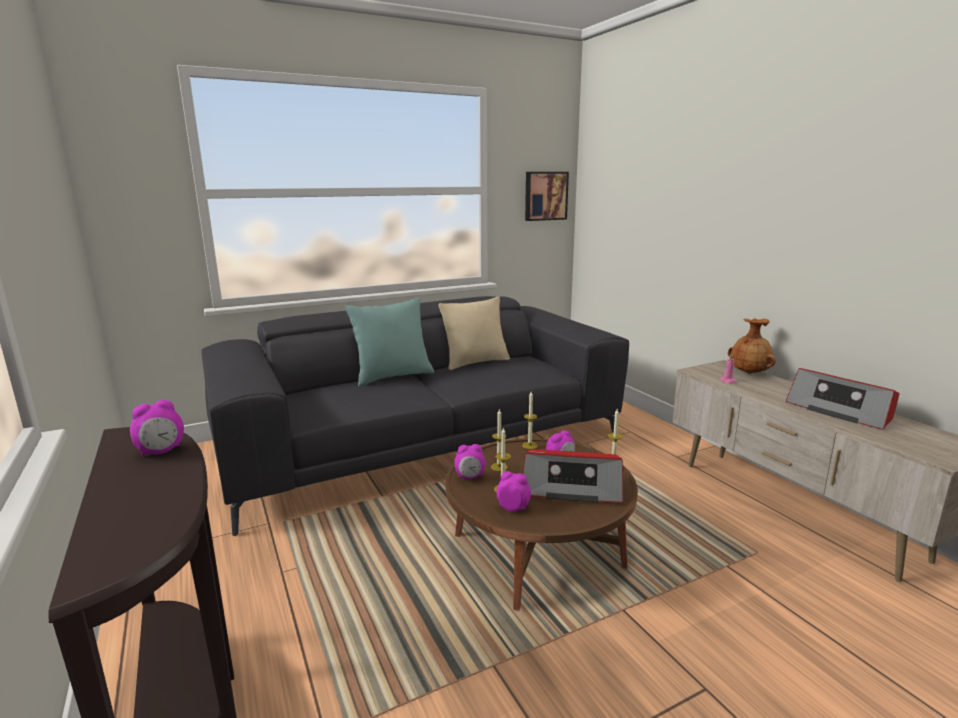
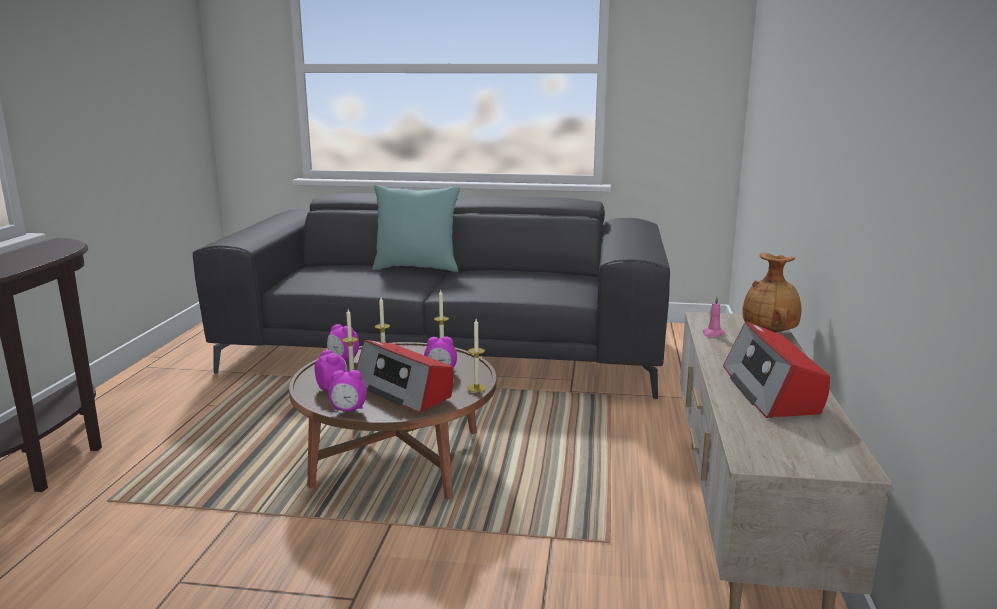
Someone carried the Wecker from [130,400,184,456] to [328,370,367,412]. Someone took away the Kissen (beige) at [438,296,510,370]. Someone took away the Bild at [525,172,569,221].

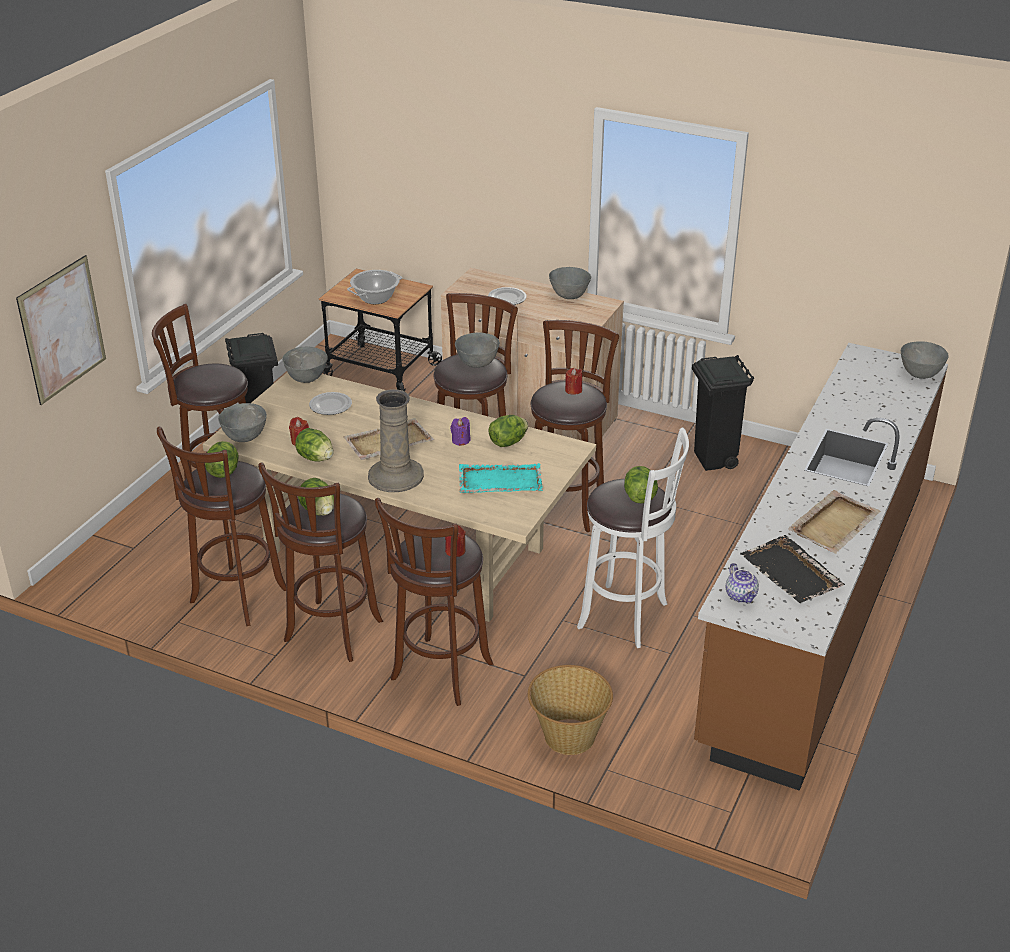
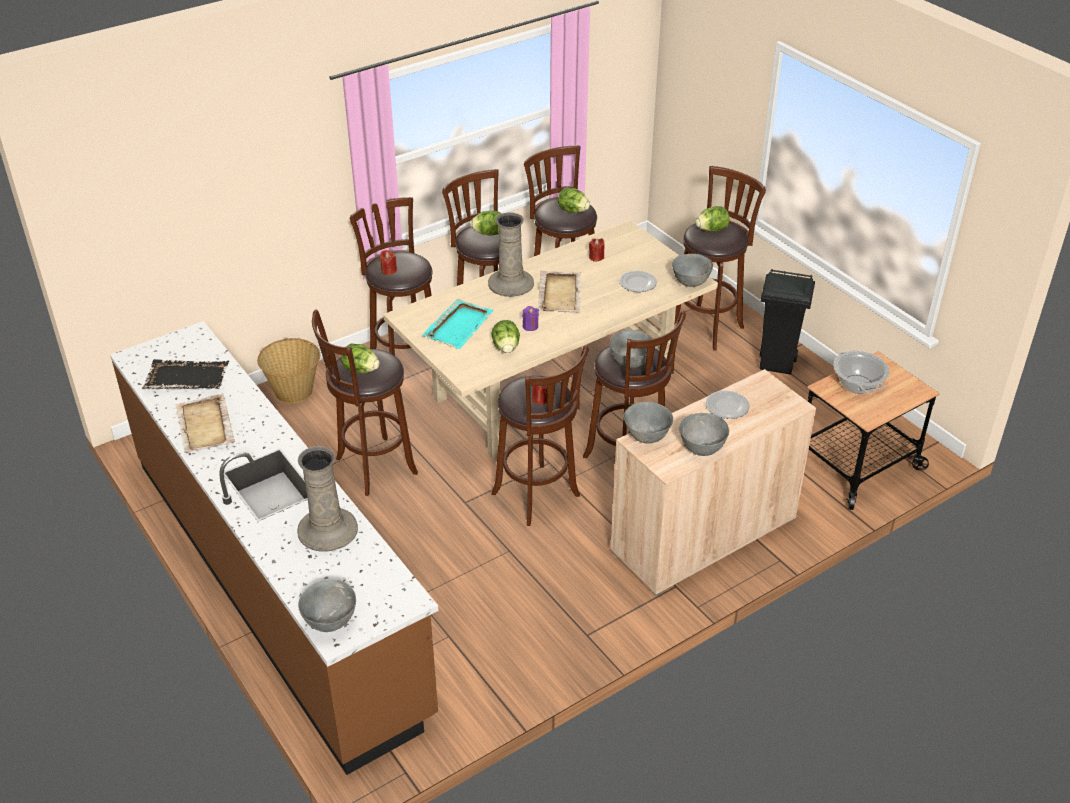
Someone took away the Bild at [16,255,106,405]. Someone carried the Schüssel (grau) from [218,403,267,442] to [624,402,673,444]. Someone carried the Salatkopf from [295,428,333,462] to [696,206,730,232]. Someone repainted the Hocker (weiß) at [577,427,689,648], which became the Hocker (braun) at [312,310,418,496]. Someone took away the Mülleimer (schwarz) at [692,355,754,471]. Someone took away the Teekanne at [726,563,759,603]. Someone put down the Vase (beige) at [297,446,358,552].

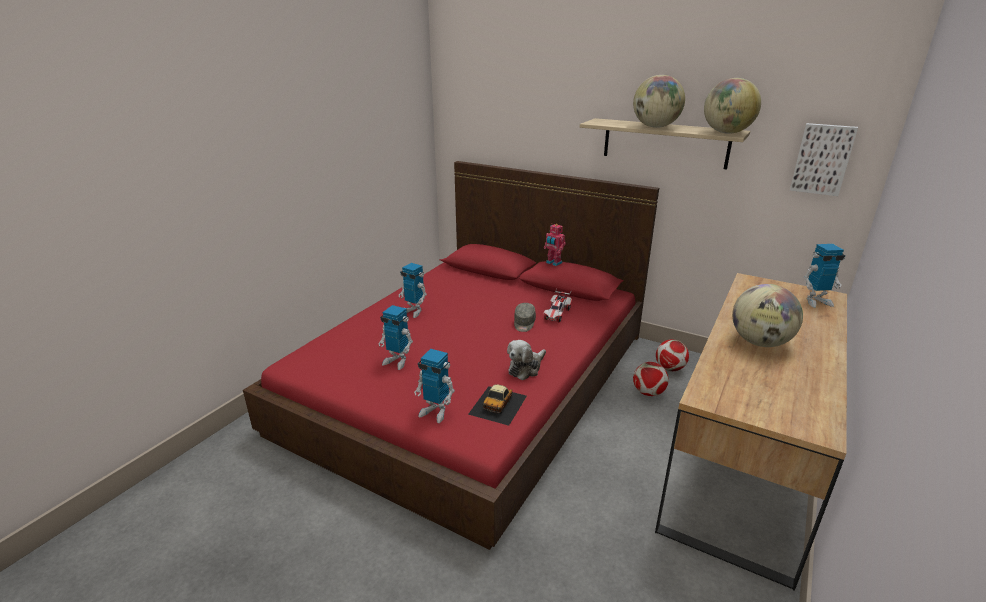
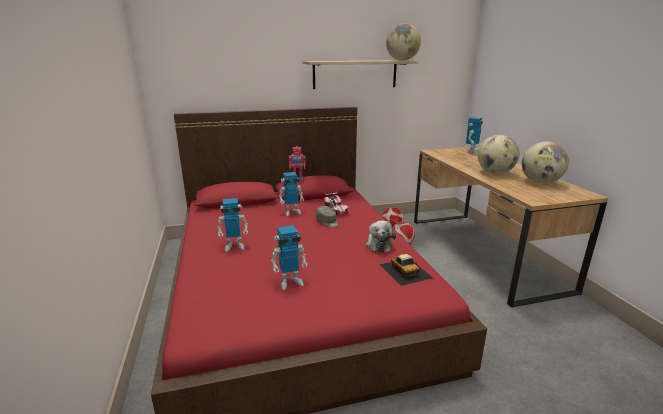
Someone carried the Spielzeugroboter from [414,349,455,423] to [279,172,304,216]. Someone carried the Globus from [633,75,685,128] to [522,141,569,183]. Someone took away the Bild at [790,123,858,196].

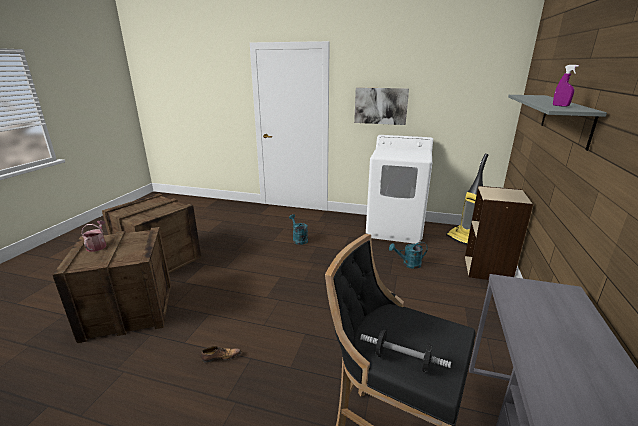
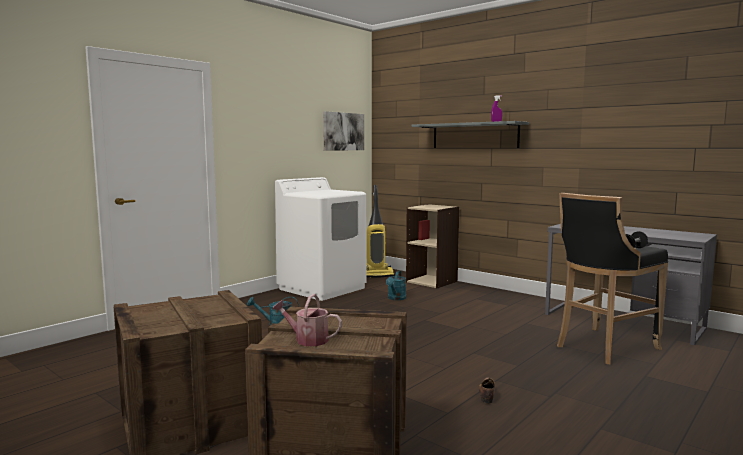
Someone carried the Bild from [354,87,409,125] to [323,111,364,150].

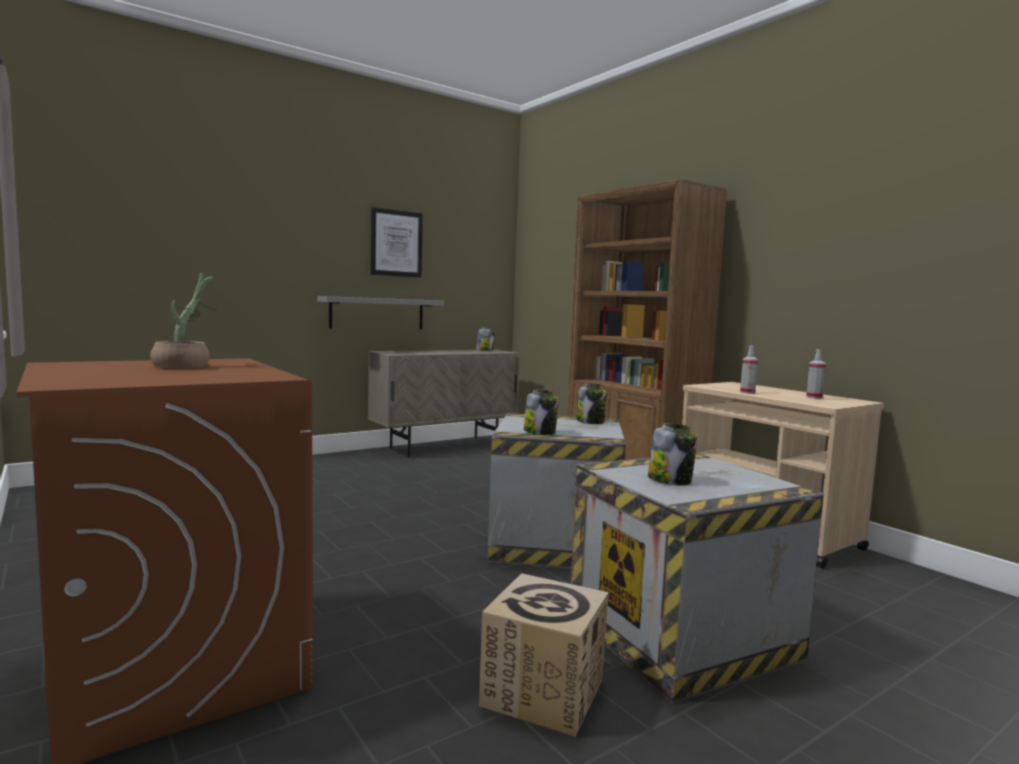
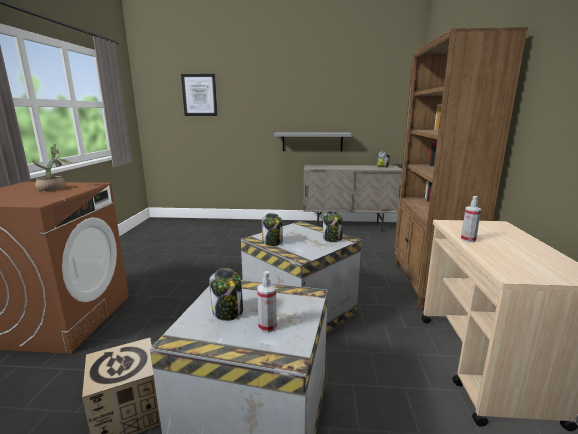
Someone carried the Bild from [371,207,423,278] to [181,74,217,116]. Someone carried the Sprühflasche from [806,349,826,399] to [257,271,277,333].

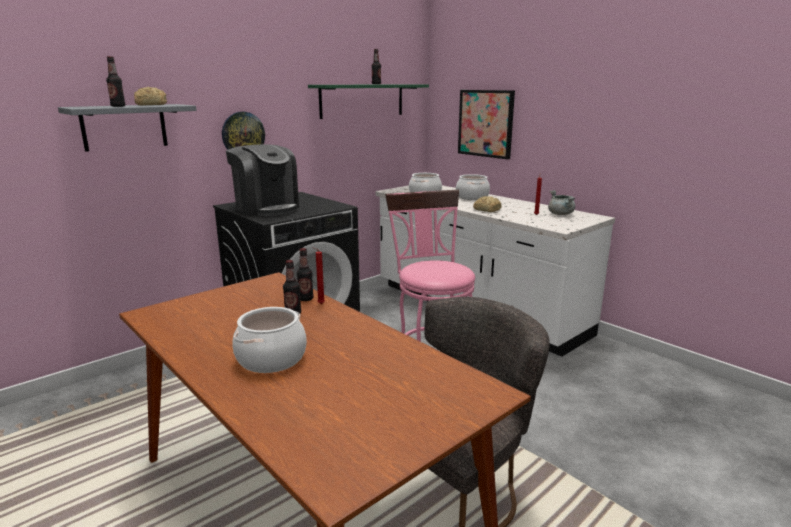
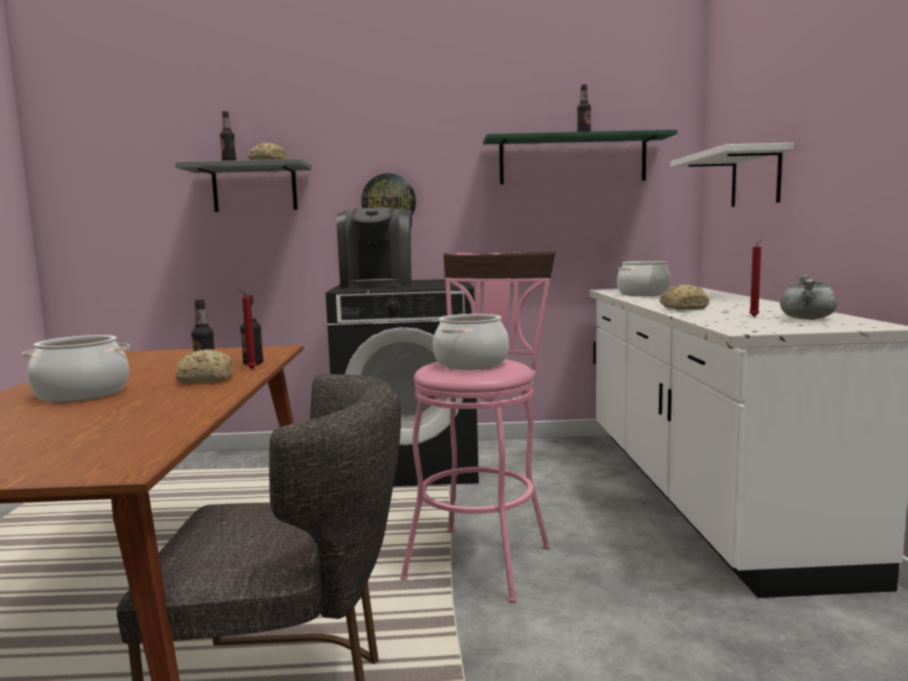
Someone carried the Kochtopf from [456,174,490,200] to [433,314,509,369]. Someone swapped the Bild at [458,90,515,159] for the Wandregal (weiß) at [670,143,794,207]. Someone put down the Brot at [176,349,233,384].

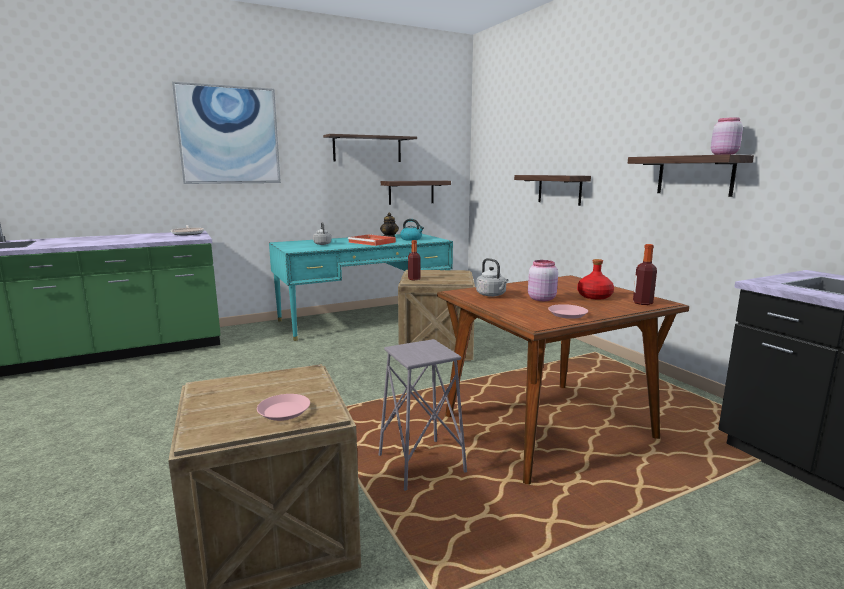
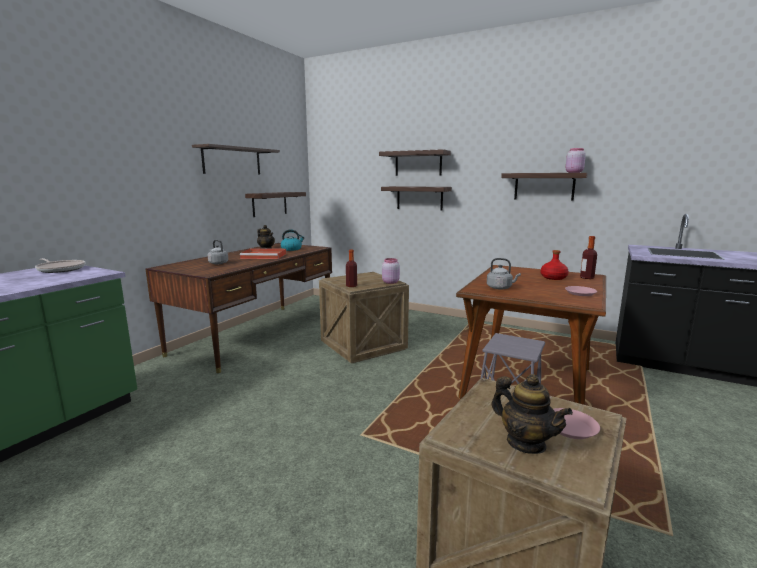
Someone took away the Bild at [172,82,281,184]. Someone repainted the Schreibtisch (türkis) at [269,234,453,341], which became the Schreibtisch (braun) at [146,243,332,373]. Someone carried the Vorratsglas (rosa) from [528,260,558,301] to [382,258,400,284]. Someone put up the Wandregal at [379,149,451,176]. Someone put down the Teekanne at [491,374,573,454].

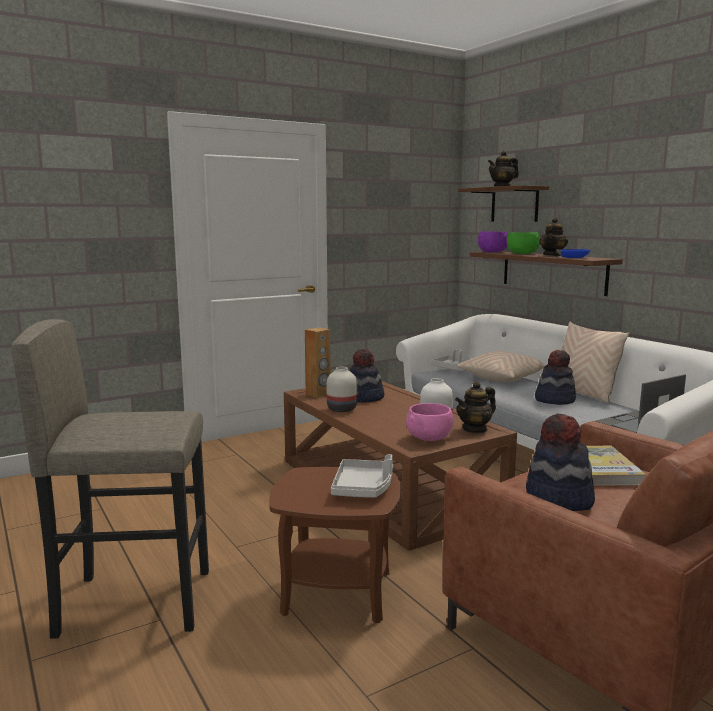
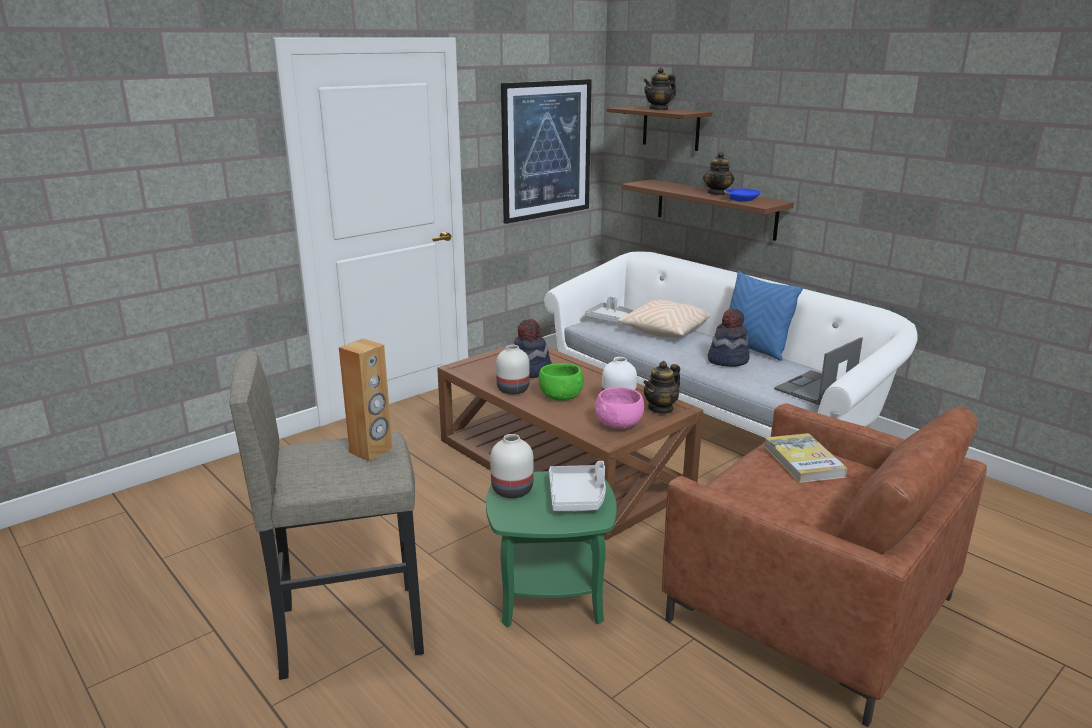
Someone repainted the Beistelltisch (braun) at [269,467,401,623], which became the Beistelltisch (grün) at [486,471,617,627]. Someone carried the Lautsprecher (braun) from [305,327,331,398] to [339,339,393,461]. Someone took away the Schüssel (lila) at [478,231,508,252]. Someone carried the Schüssel (grün) from [507,232,540,254] to [538,363,584,401]. Someone took away the Hut at [526,413,595,511]. Someone repainted the Kissen (beige) at [562,322,630,403], which became the Kissen (blau) at [729,271,803,361]. Someone put down the Vase (weiß) at [490,434,534,498]. Someone put up the Bild at [501,79,592,224].

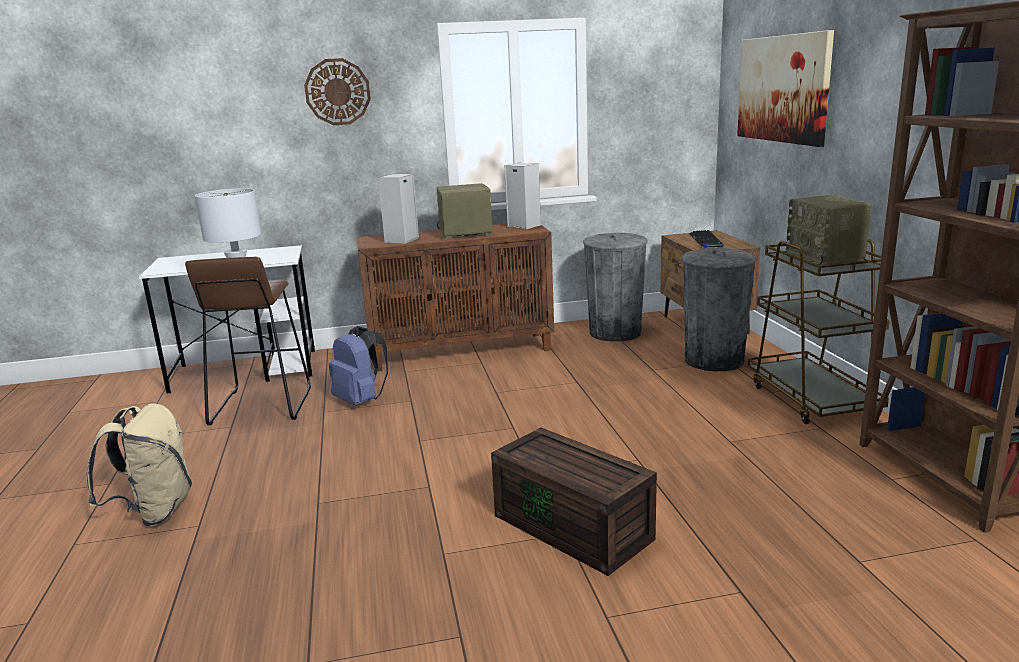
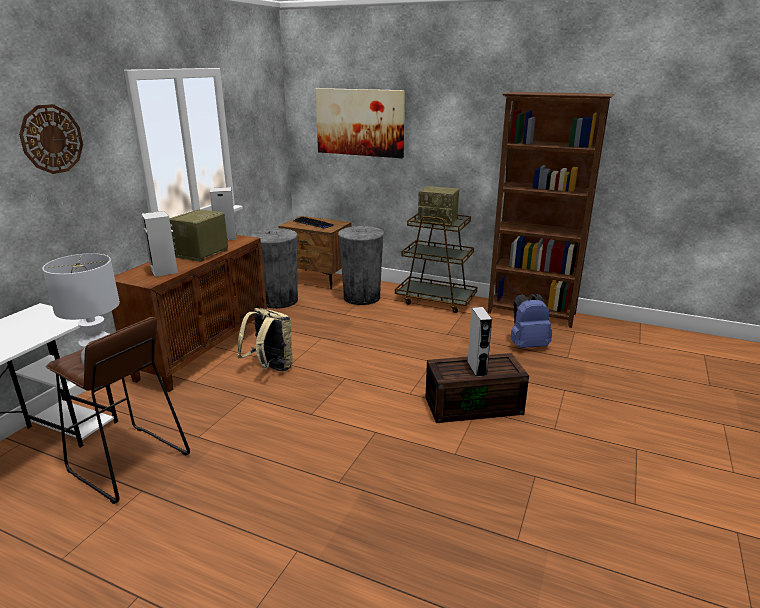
Someone carried the Rucksack (beige) from [87,403,192,527] to [237,308,293,372]. Someone carried the Rucksack (blau) from [329,326,388,405] to [510,294,552,348]. Someone put down the Lautsprecher (grau) at [467,307,492,377].

